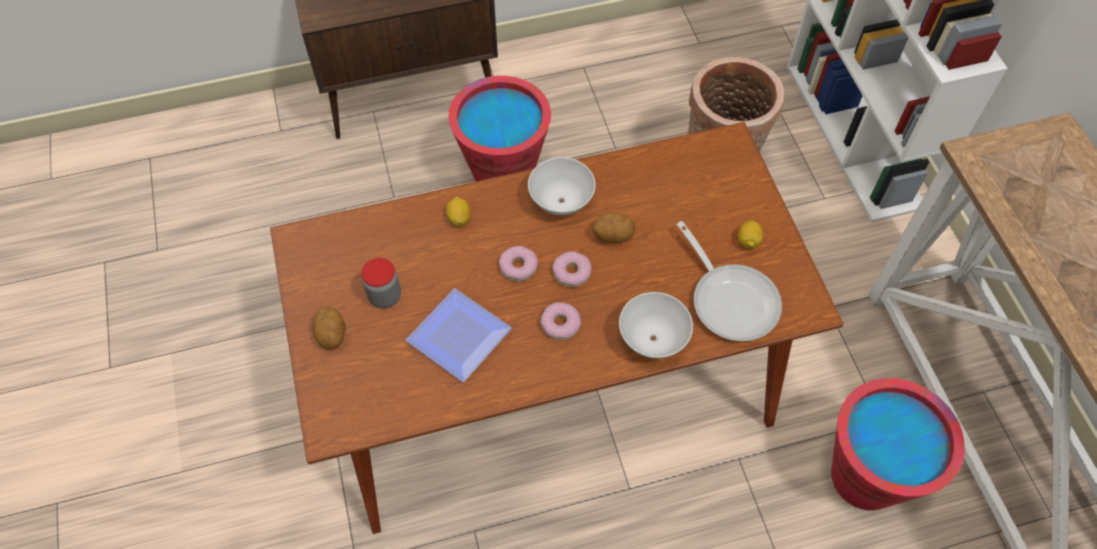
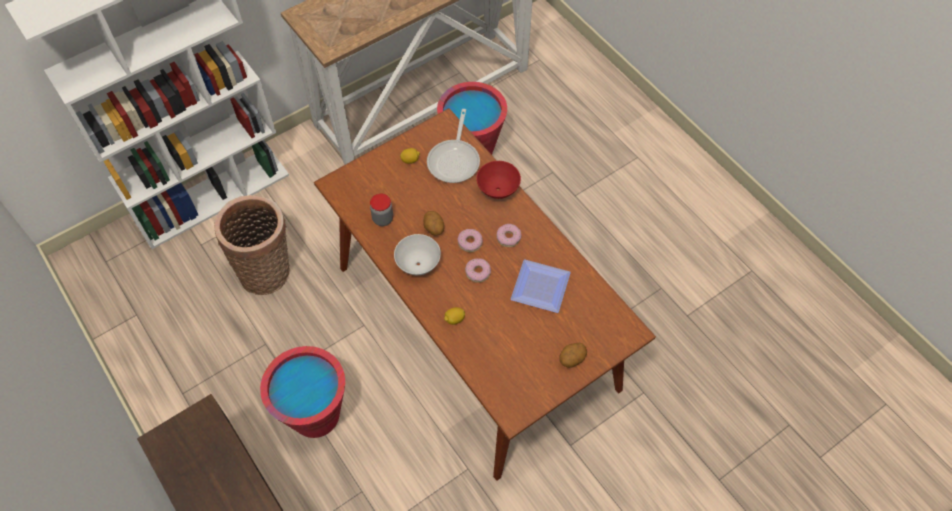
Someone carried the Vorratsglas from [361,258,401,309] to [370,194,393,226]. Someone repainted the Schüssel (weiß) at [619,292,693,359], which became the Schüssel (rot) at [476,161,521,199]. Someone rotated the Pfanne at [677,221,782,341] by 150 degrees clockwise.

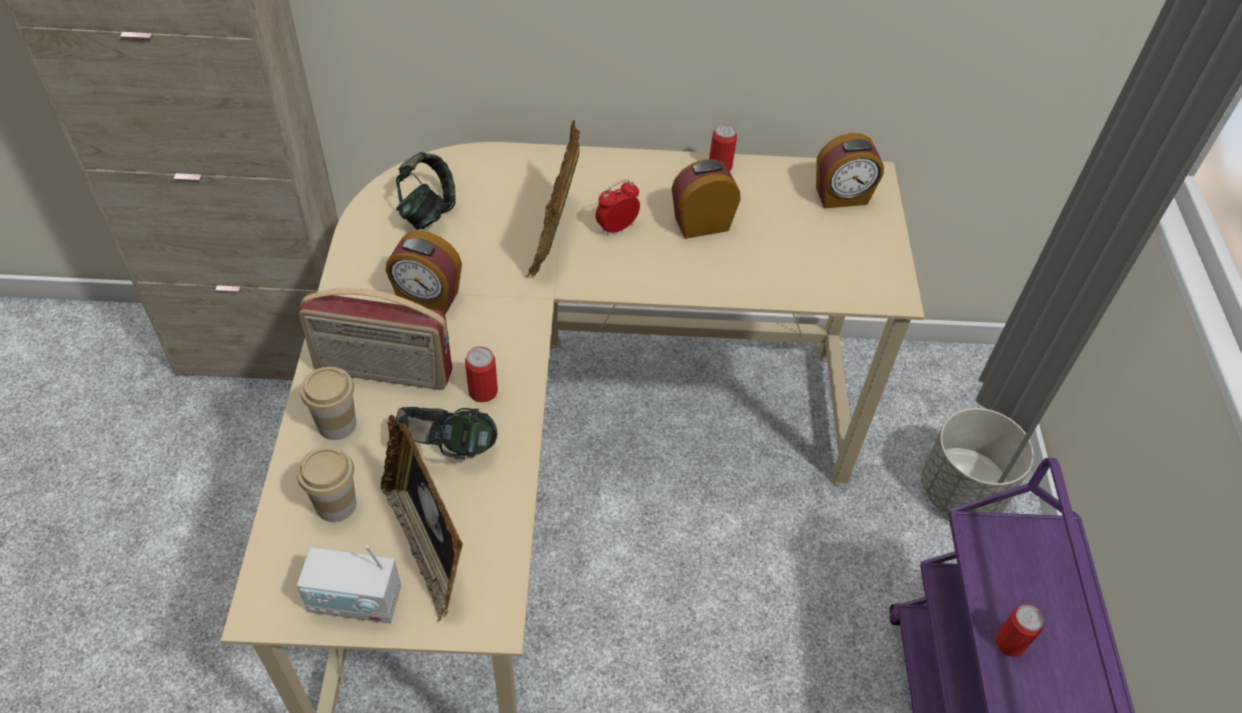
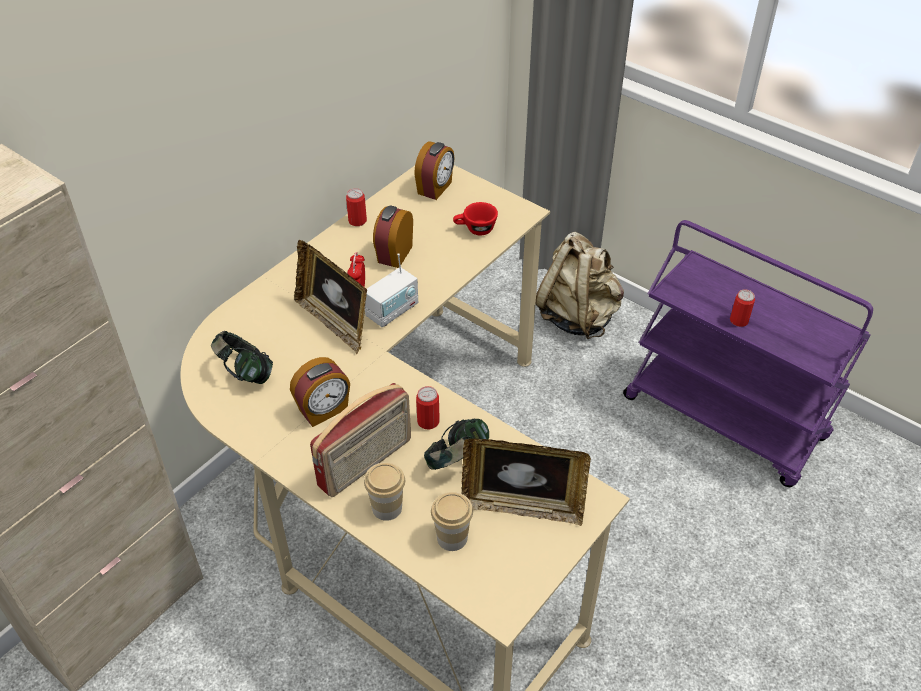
Someone carried the Radio from [297,545,401,623] to [365,253,418,327]. Someone swapped the Pflanzkübel (grau) at [922,408,1034,515] for the Rucksack (beige) at [535,232,624,340]. Someone put down the Tasse (rot) at [453,202,498,235].

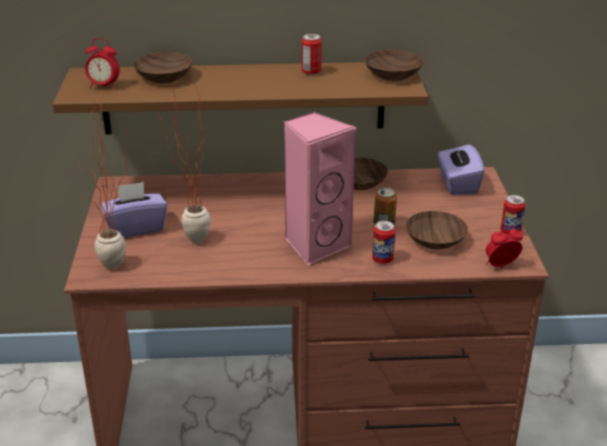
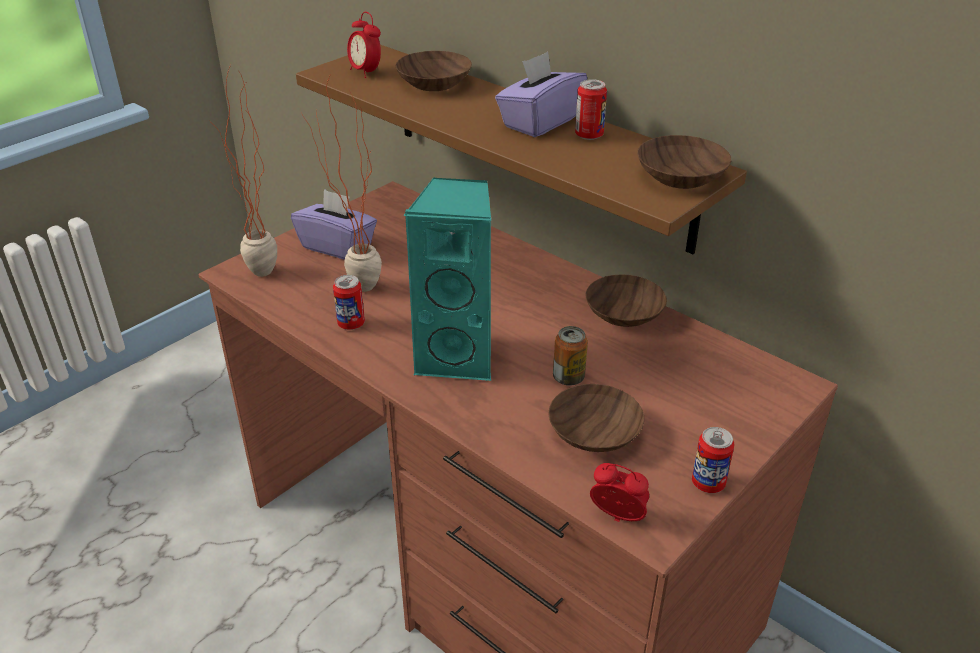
Someone repainted the Lautsprecher (rosa) at [284,111,356,265], which became the Lautsprecher (türkis) at [403,177,491,383]. Someone carried the Dose from [372,221,395,264] to [333,275,365,330]. Someone carried the Taschentuchbox (lila) from [438,139,485,195] to [495,52,587,137].

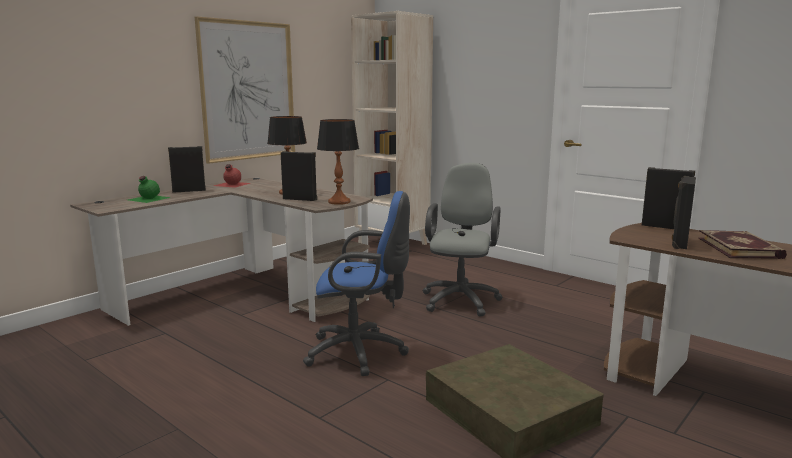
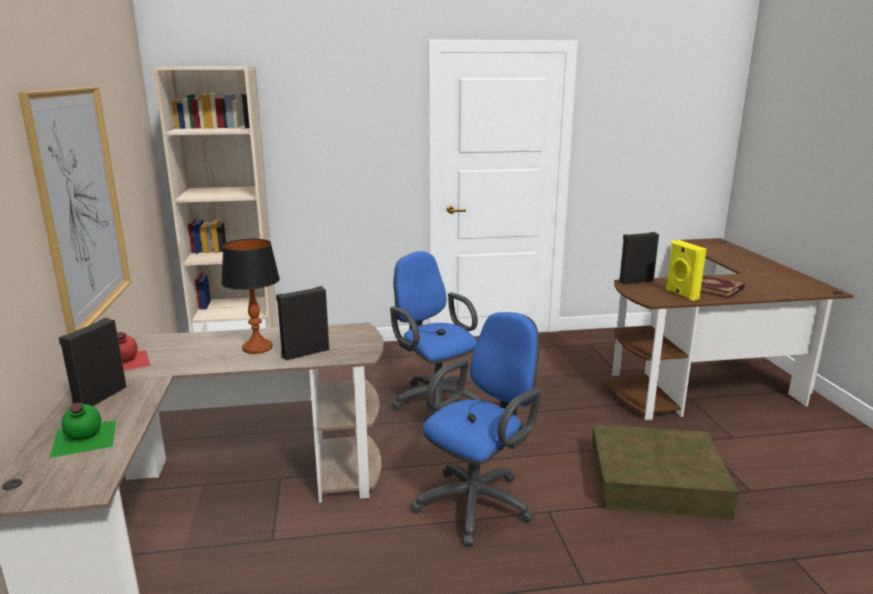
Someone took away the Tischlampe at [317,119,359,205]. Someone repainted the Bürostuhl (grau) at [423,163,503,317], which became the Bürostuhl (blau) at [390,251,482,413]. Someone repainted the Lautsprecher (schwarz) at [672,176,696,249], which became the Lautsprecher (gelb) at [666,240,706,301].

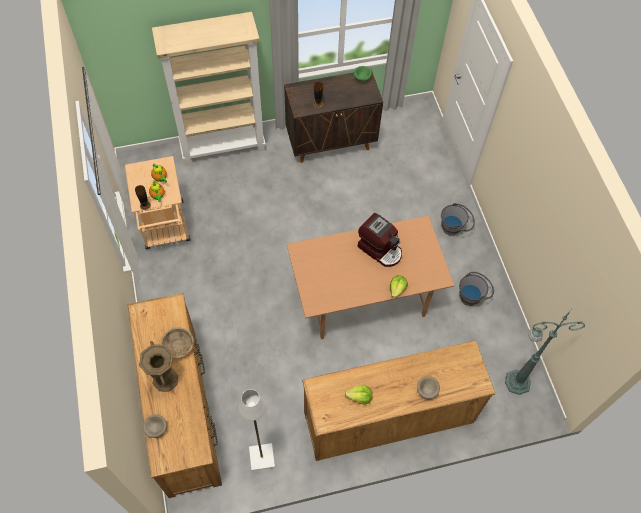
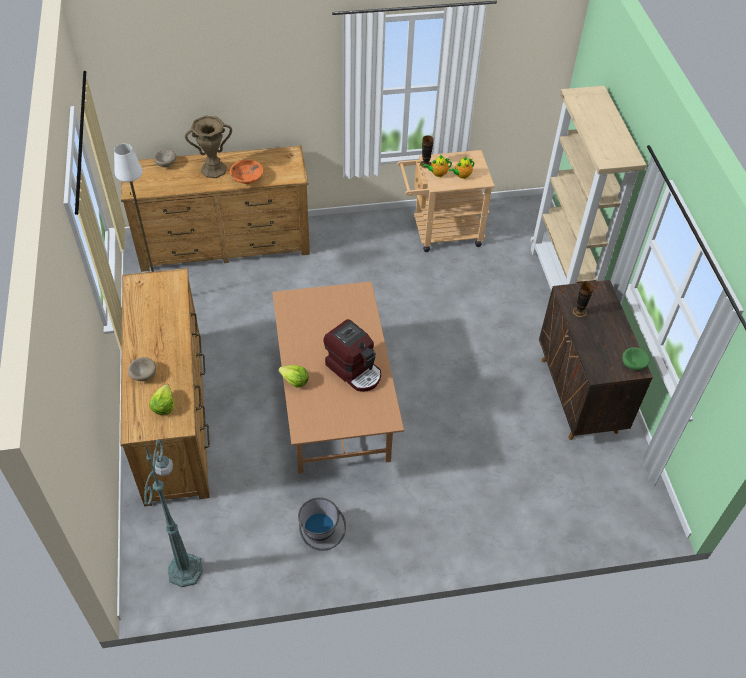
Someone repainted the Schüssel (beige) at [161,327,194,358], which became the Schüssel (orange) at [230,160,263,184]. Someone carried the Salatkopf from [345,386,373,404] to [149,384,174,415]. Someone rotated the Kaffeemaschine at [358,213,402,267] by 90 degrees counterclockwise. Someone took away the Eimer (grau) at [441,203,475,236].

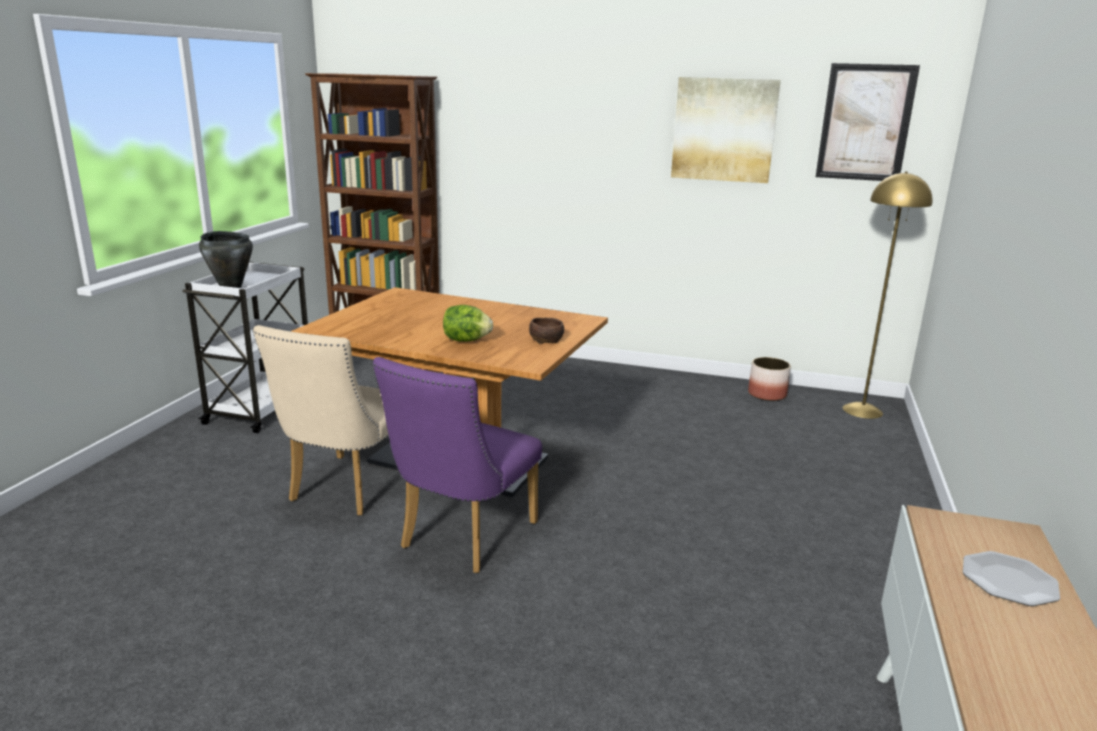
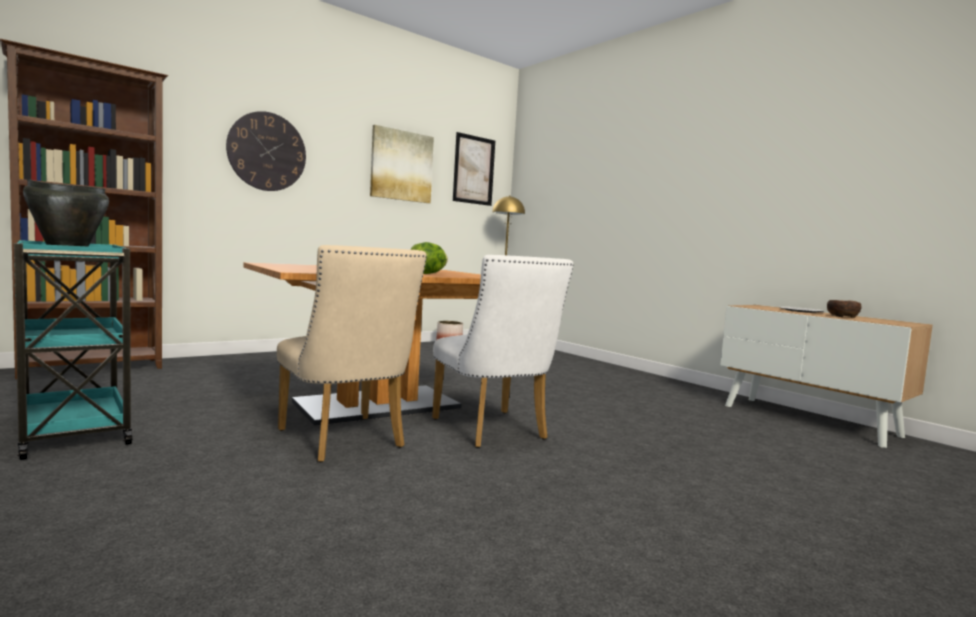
Someone repainted the Rollwagen (weiß) at [182,261,308,433], which became the Rollwagen (türkis) at [14,240,133,460]. Someone repainted the Stuhl (lila) at [372,357,542,573], which became the Stuhl (weiß) at [432,255,574,448]. Someone carried the Schüssel (braun) from [529,318,564,344] to [827,300,862,318]. Someone put up the Wanduhr at [226,111,306,191].

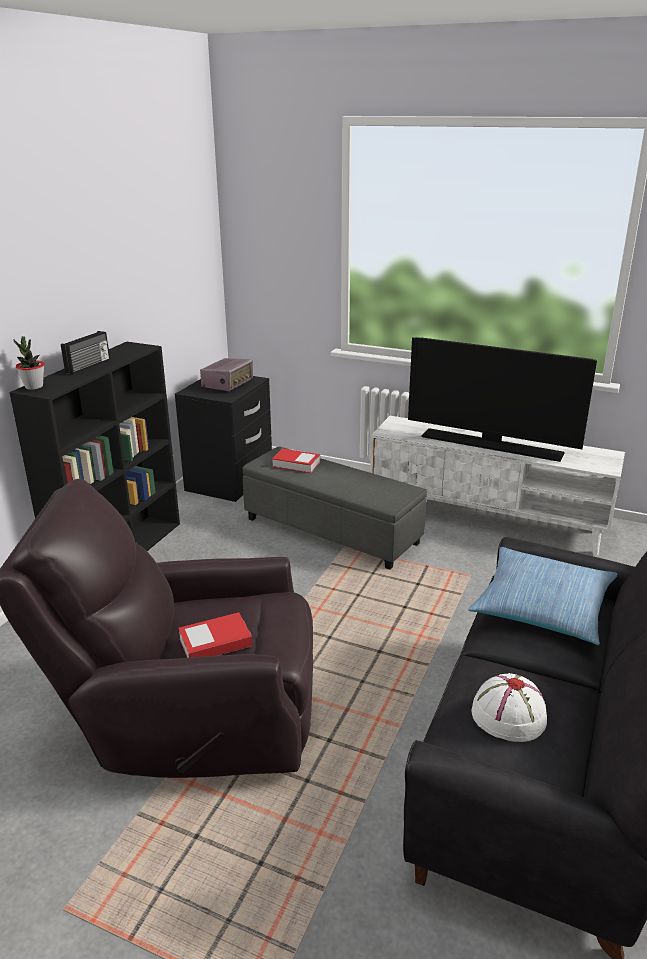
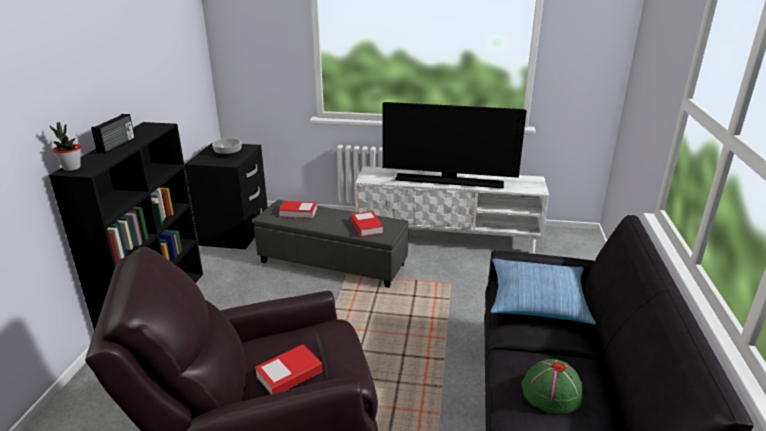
Someone swapped the Radio at [200,358,253,391] for the Schüssel at [212,138,242,157]. Someone repainted the Hut (weiß) at [471,673,547,742], which became the Hut (grün) at [522,359,583,414]. Someone put down the Buch at [351,211,383,237].

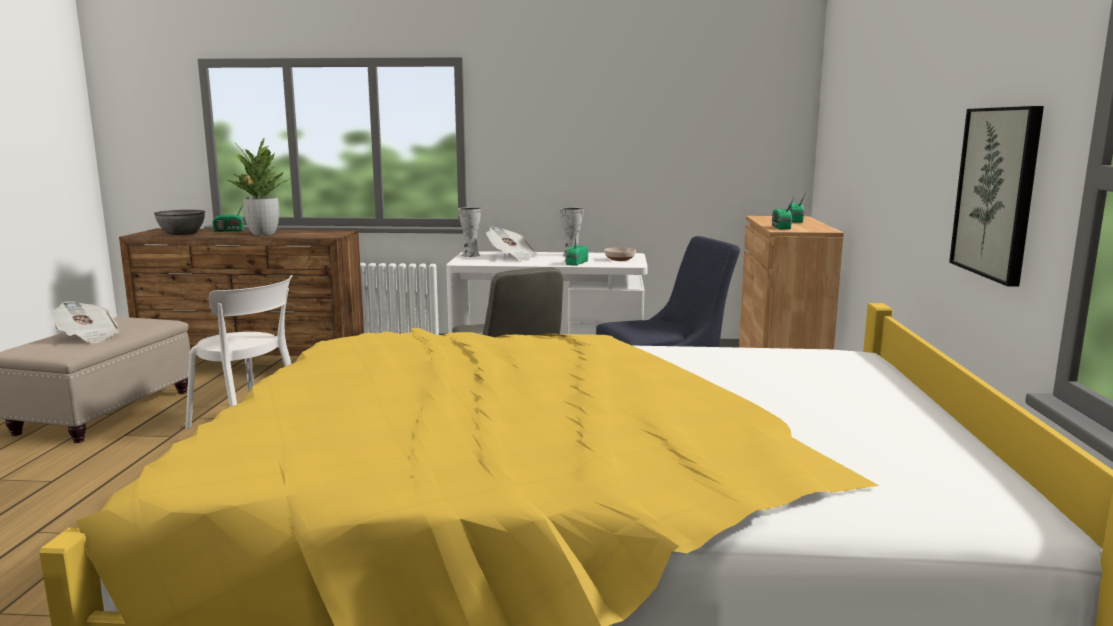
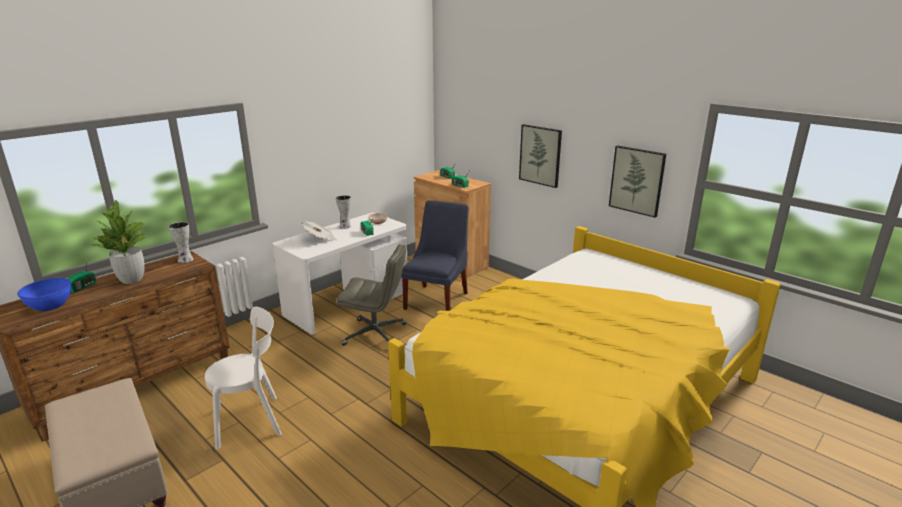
Someone took away the Zeitung at [51,301,120,343]. Someone repainted the Schüssel (grau) at [154,210,205,235], which became the Schüssel (blau) at [17,278,71,311]. Someone carried the Vase from [458,207,481,257] to [168,222,193,263]. Someone put up the Bild at [519,124,562,188].

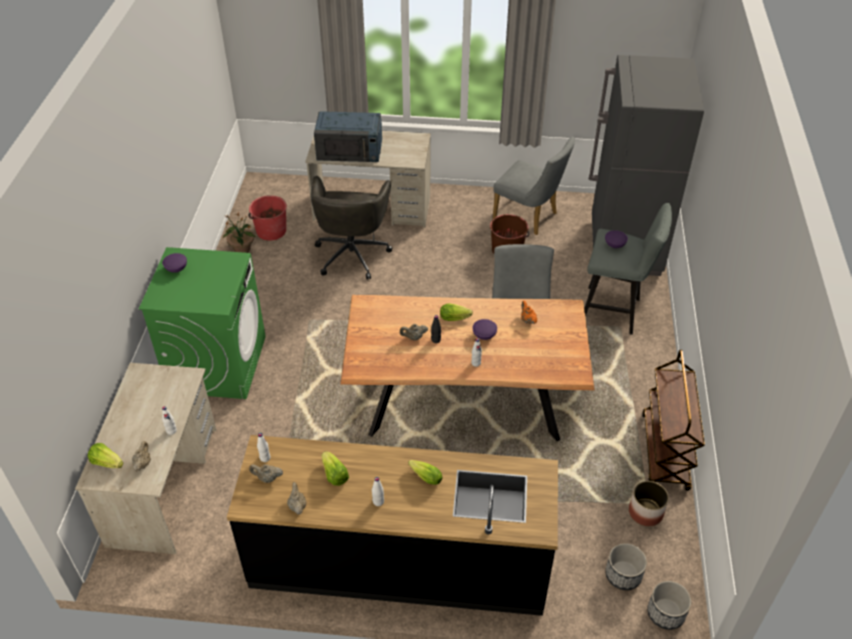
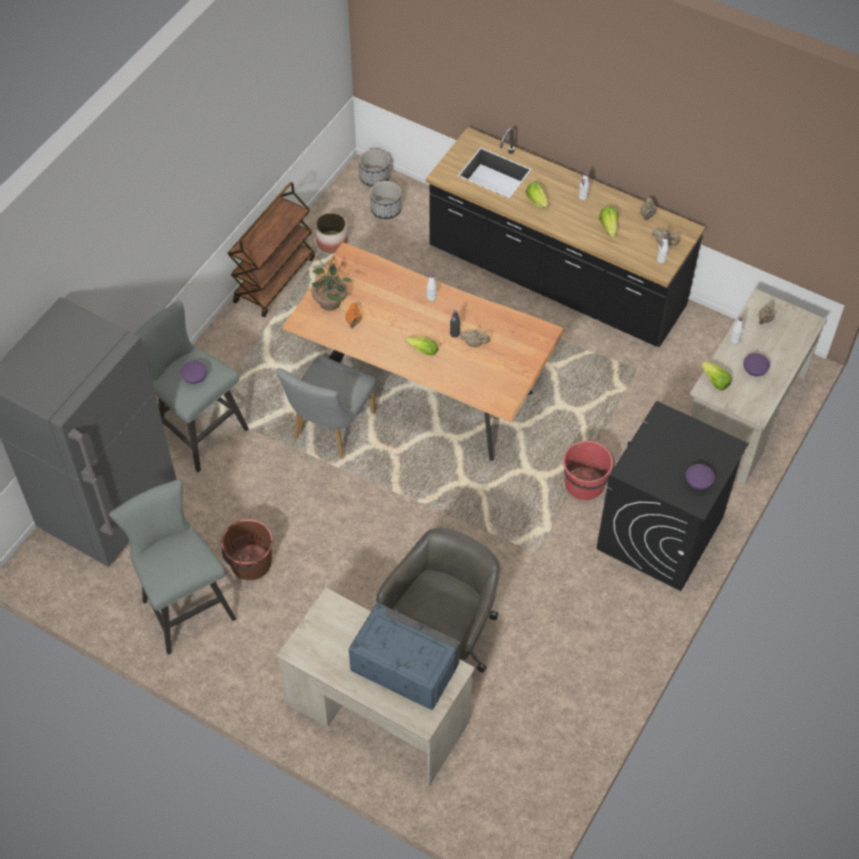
Someone carried the Salatkopf from [88,443,123,468] to [701,361,732,391]. Someone repainted the Waschmaschine (grün) at [139,247,266,399], which became the Waschmaschine (schwarz) at [596,401,749,591]. Someone carried the Topfpflanze from [223,212,256,253] to [311,256,352,311]. Someone carried the Eimer (rot) from [248,195,287,241] to [563,441,615,500]. Someone carried the Schüssel (lila) from [472,319,497,340] to [743,353,770,376]. Someone swapped the Stuhl (grau) at [492,137,575,235] for the Hocker (grau) at [109,479,236,655].

